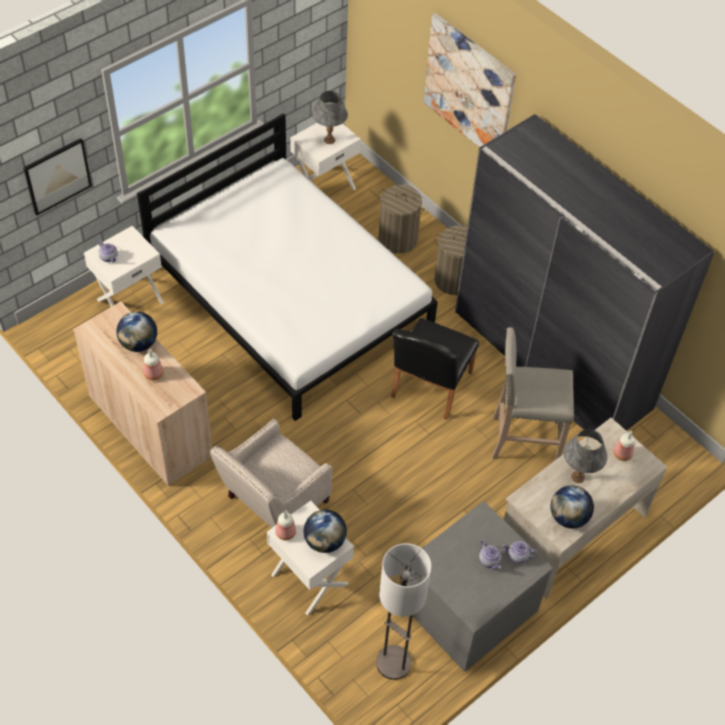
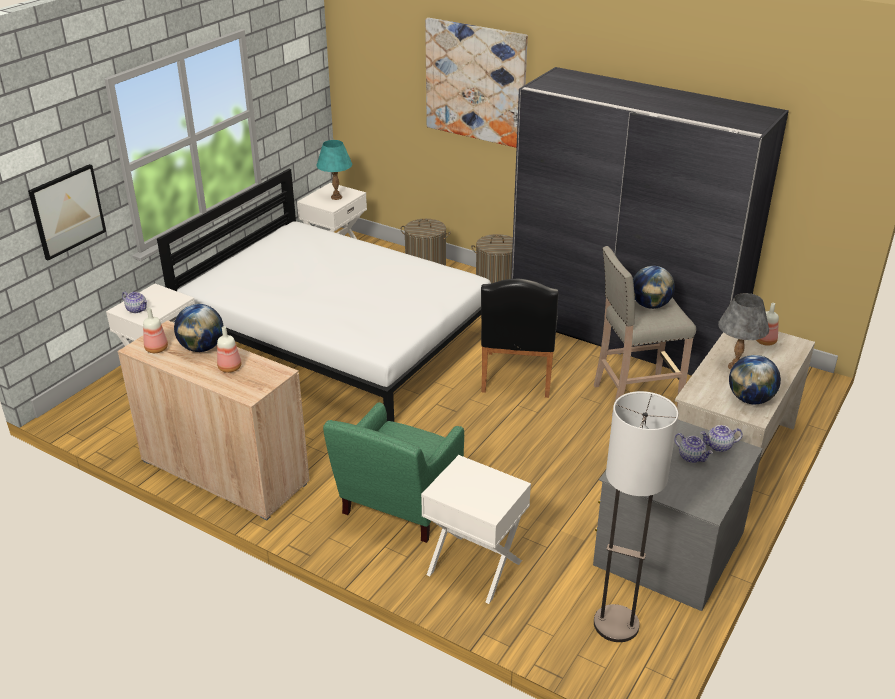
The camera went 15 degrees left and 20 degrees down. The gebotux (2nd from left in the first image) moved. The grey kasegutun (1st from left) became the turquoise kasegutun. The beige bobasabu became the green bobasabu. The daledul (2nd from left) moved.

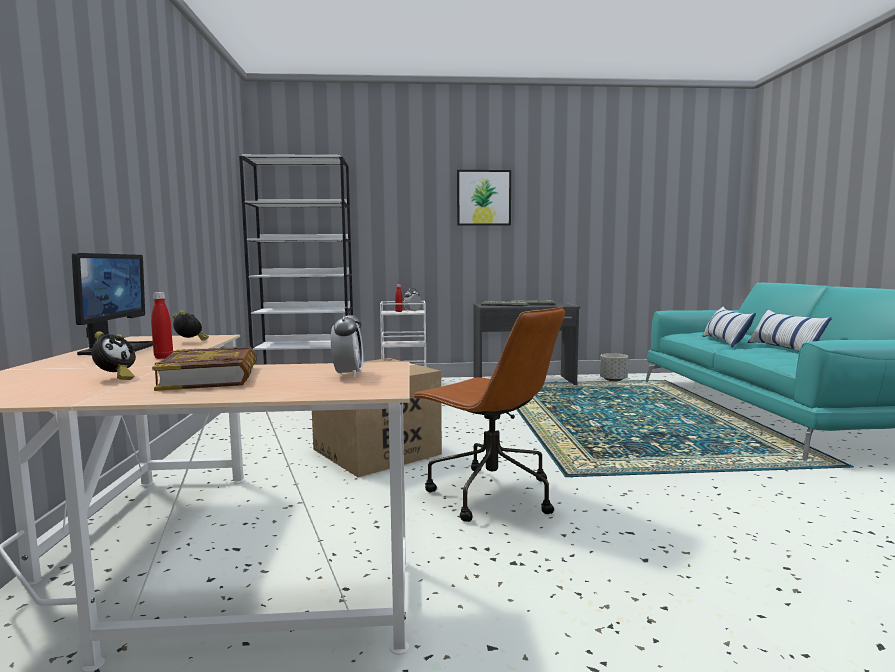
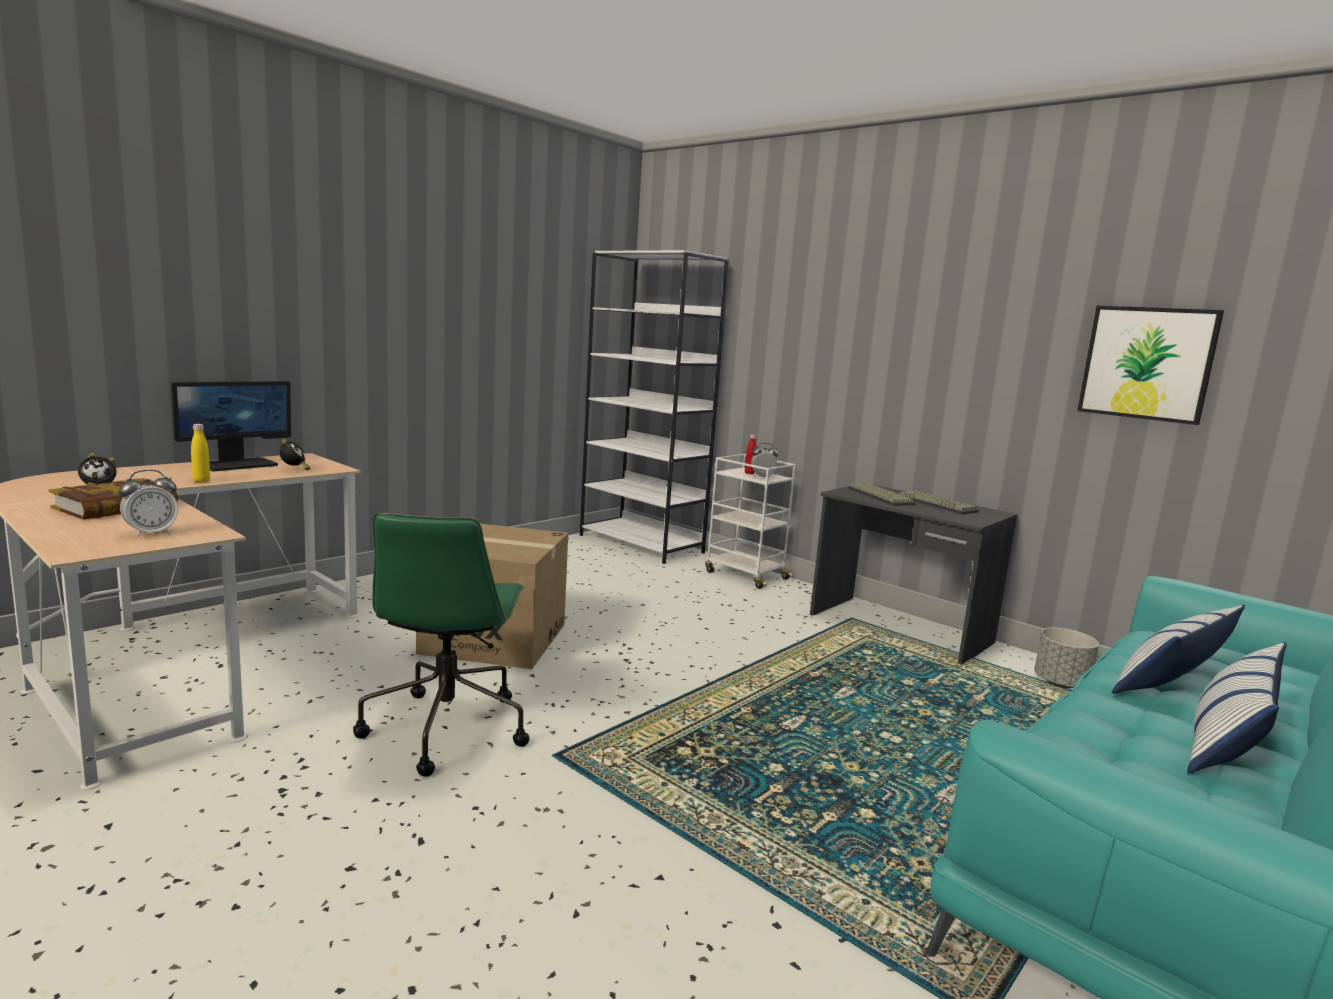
The camera went 45 degrees right and 5 degrees up. The red gebotux (1st from left) became the yellow gebotux. The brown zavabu became the green zavabu. The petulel moved.

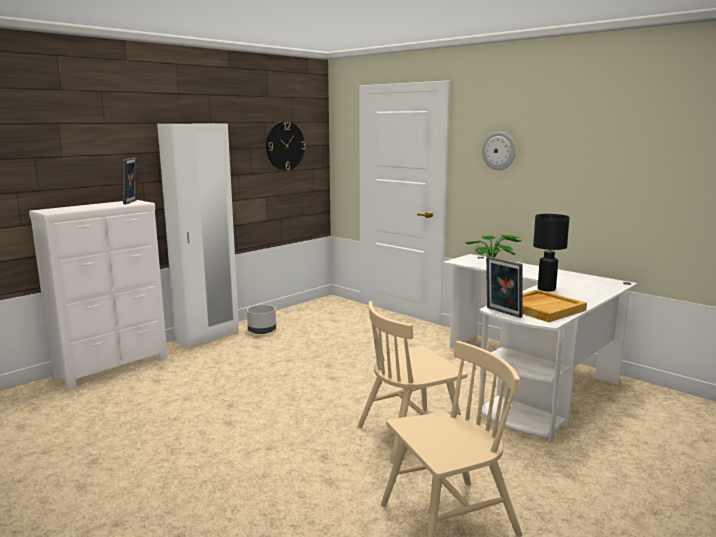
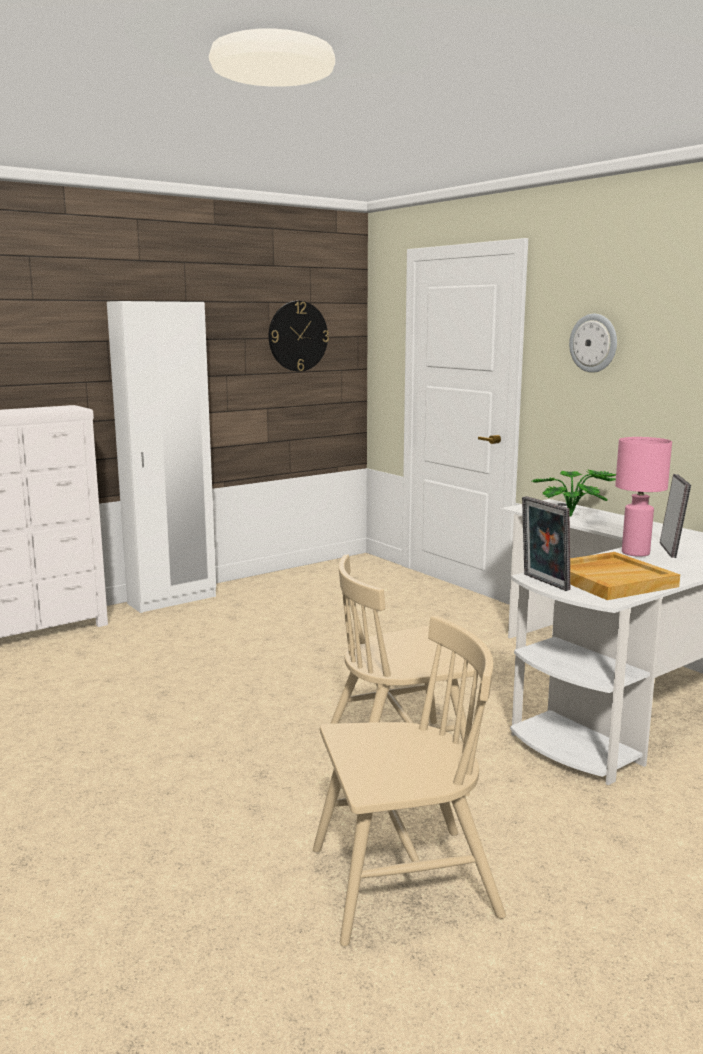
The camera went 10 degrees right and 0 degrees up. The black kasegutun became the pink kasegutun. The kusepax (1st from left in the first image) moved. The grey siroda disappeared.

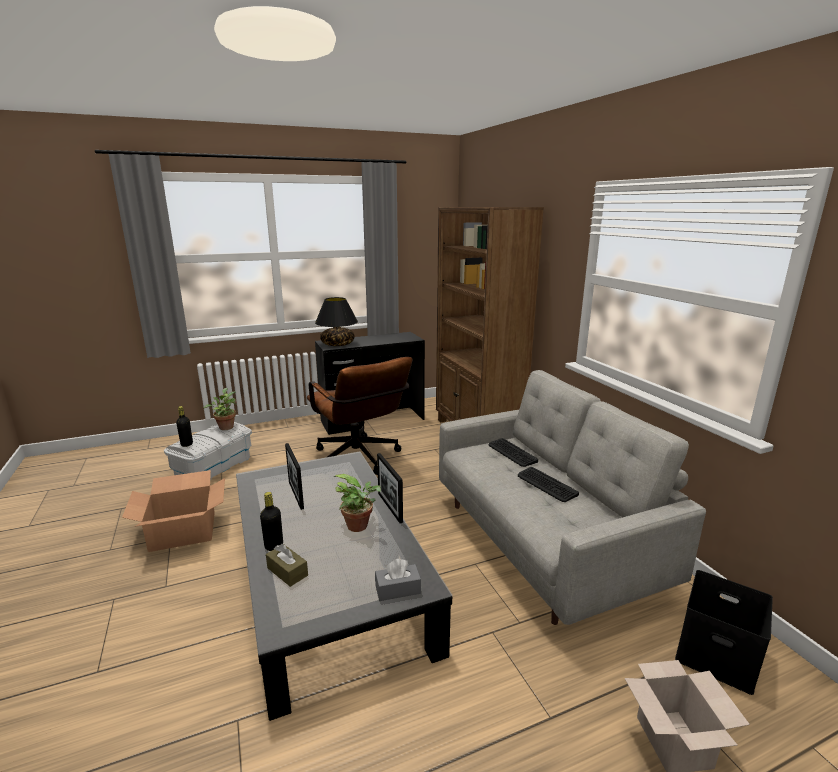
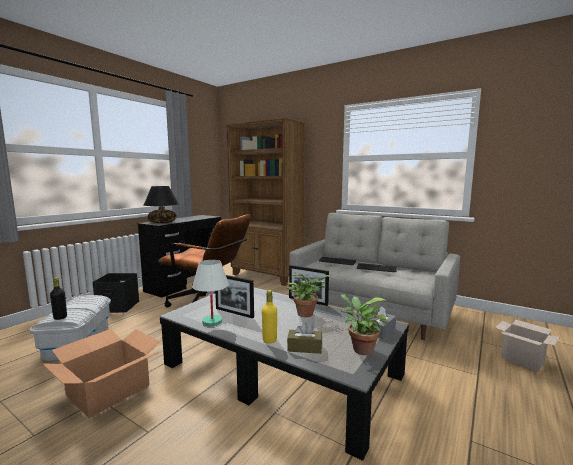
The camera went 35 degrees left and 10 degrees down. The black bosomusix moved. The white kasegutun appeared. The black gebotux (2nd from left) became the yellow gebotux. The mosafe (1st from left in the first image) moved.

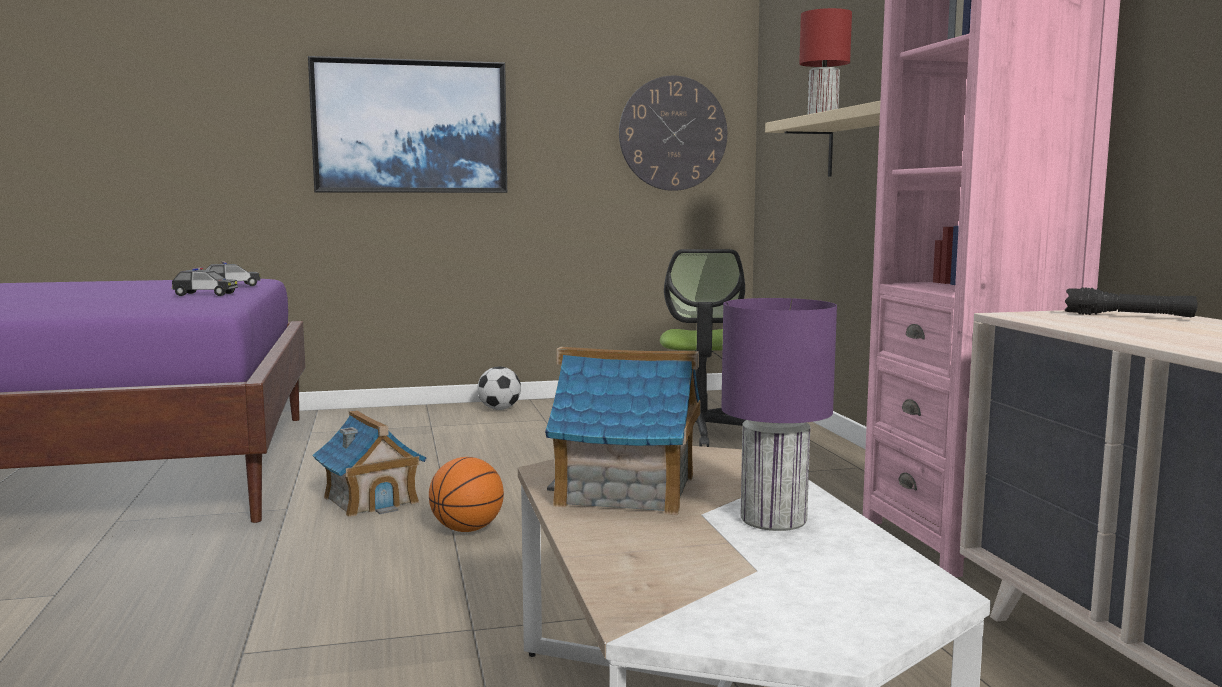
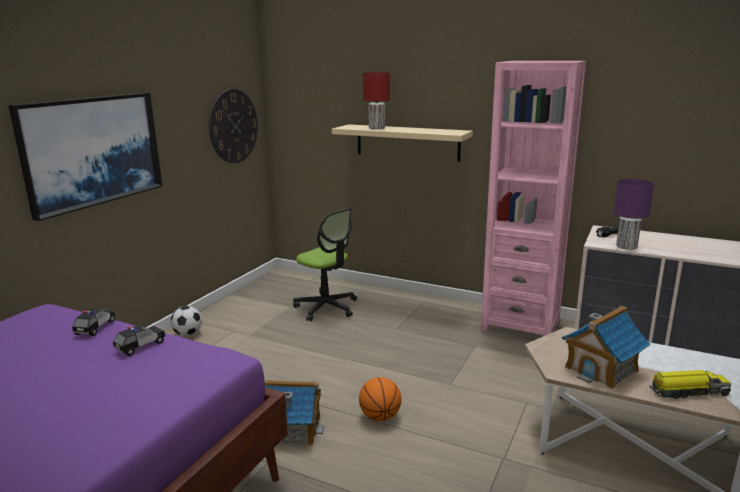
The camera went 50 degrees left and 10 degrees up. The purple kasegutun moved. The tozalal appeared.

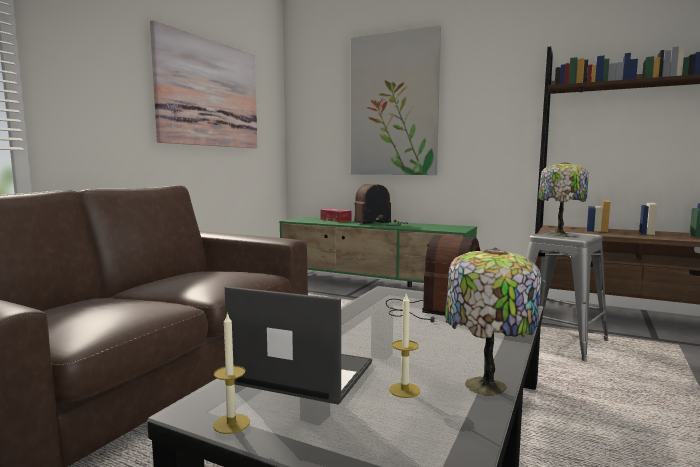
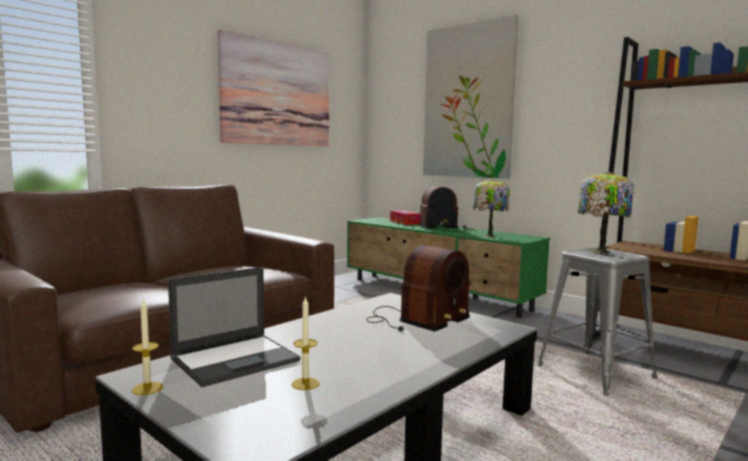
The camera went 15 degrees right and 0 degrees up. The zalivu turned 105 degrees clockwise. The kasegutun (1st from left) moved.

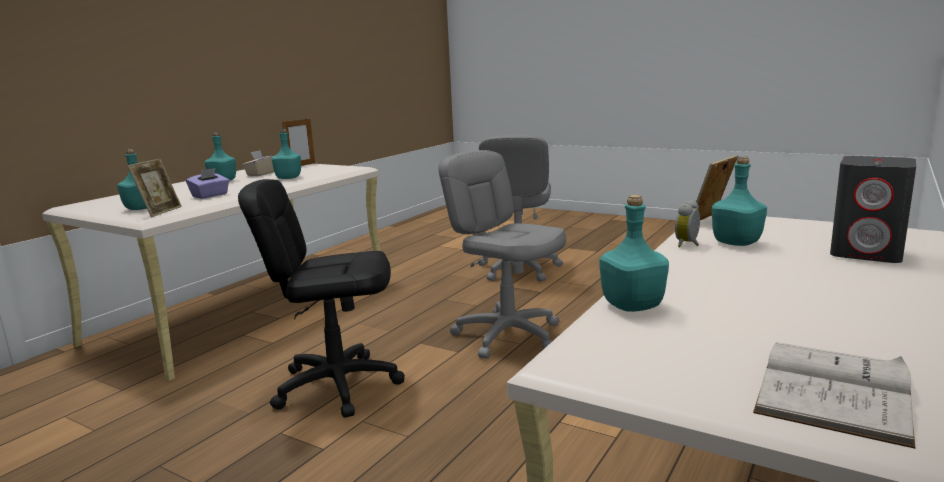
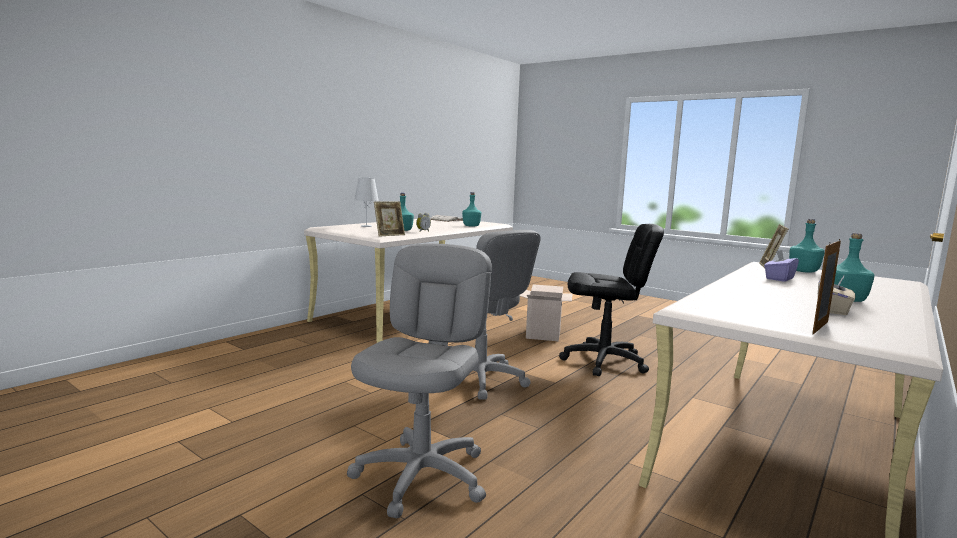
The camera went 175 degrees left and 5 degrees down. The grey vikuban was replaced by the white kasegutun. The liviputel appeared. The turquoise gebotux (3rd from left) disappeared.

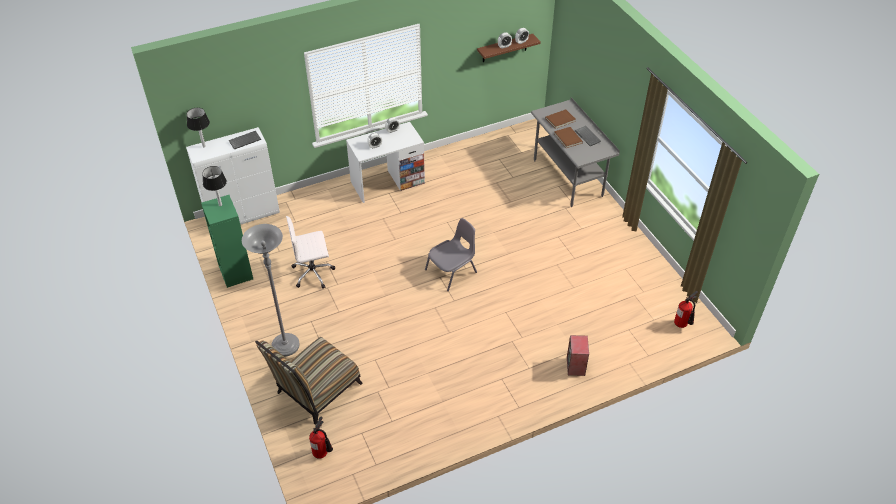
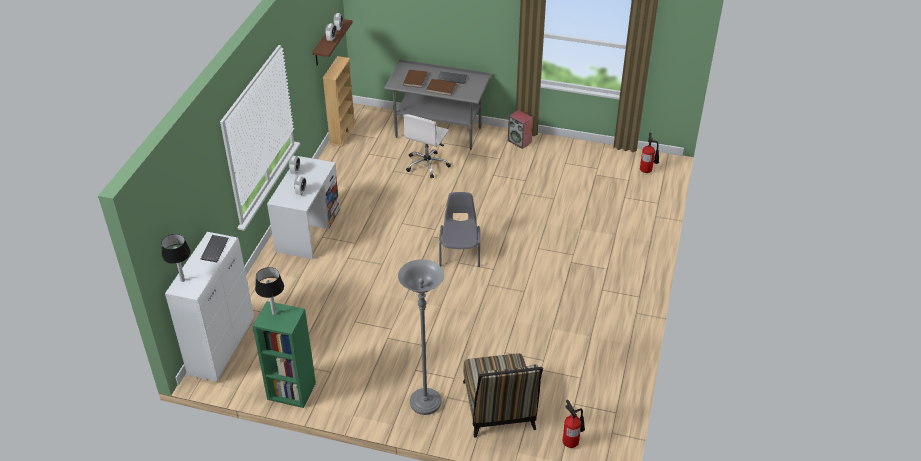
The camera went 50 degrees left and 5 degrees down. The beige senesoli appeared. The white zavabu moved. The vikuban moved.

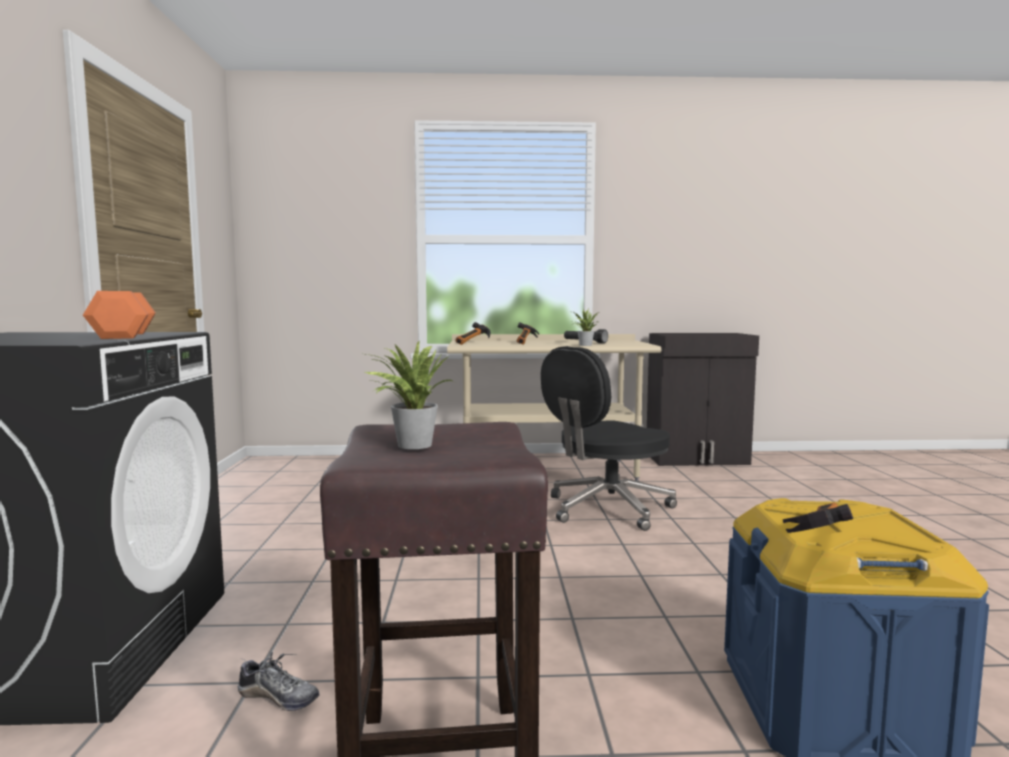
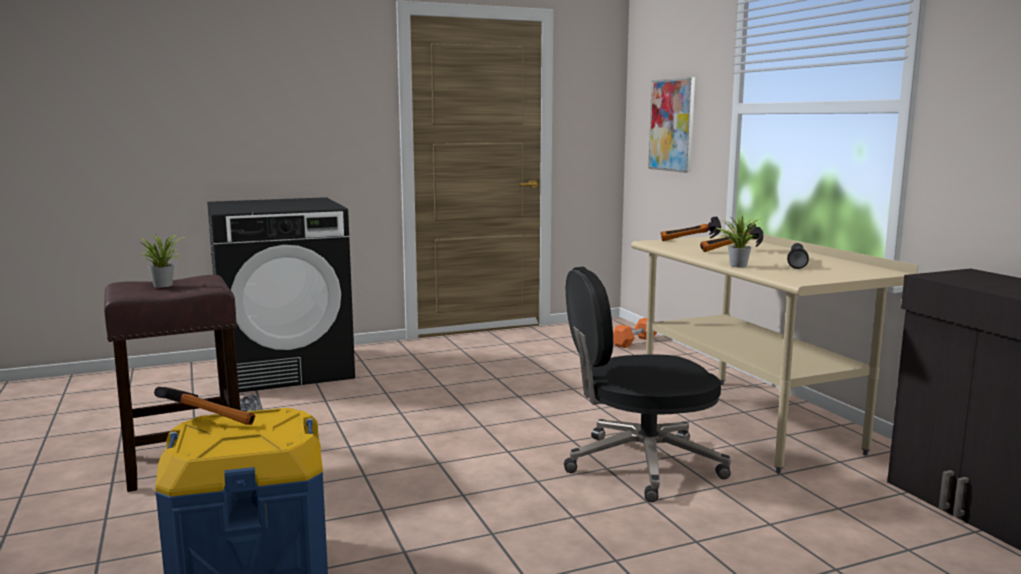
The camera went 70 degrees right and 5 degrees up. The black zavabu turned 45 degrees counterclockwise. The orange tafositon moved. The petulel appeared.

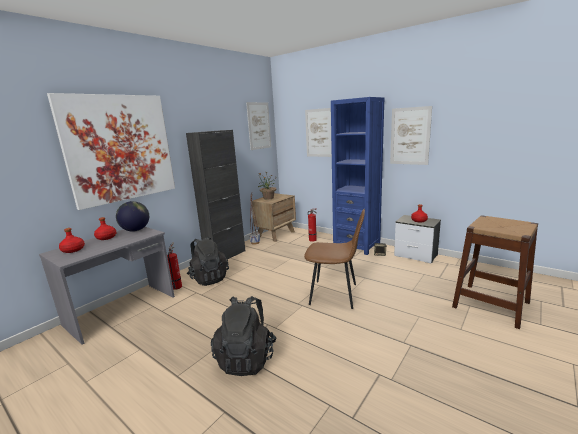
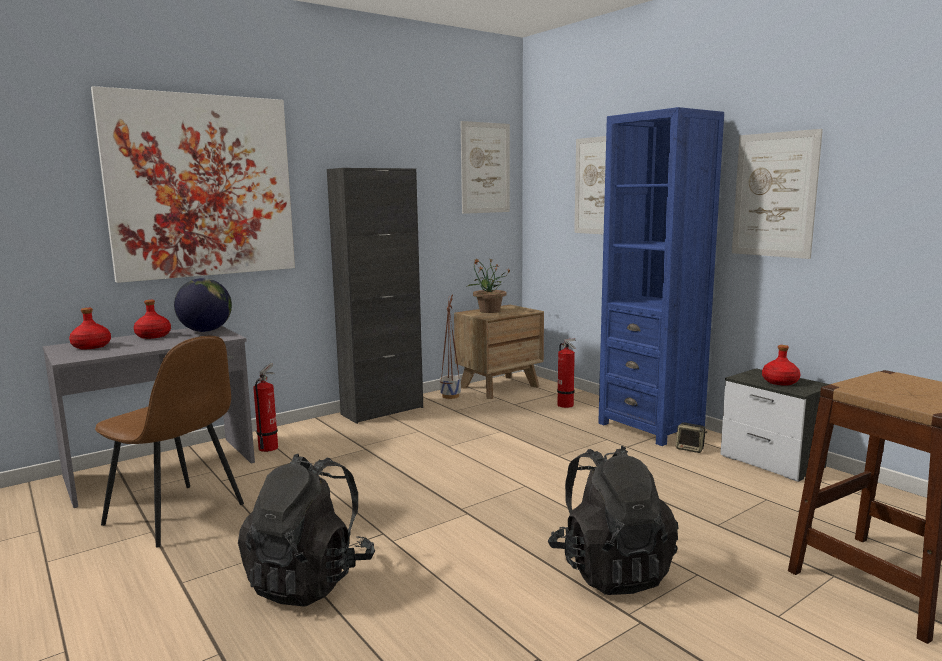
The camera went 15 degrees right and 5 degrees down. The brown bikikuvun moved. The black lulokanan (1st from left in the first image) moved.

